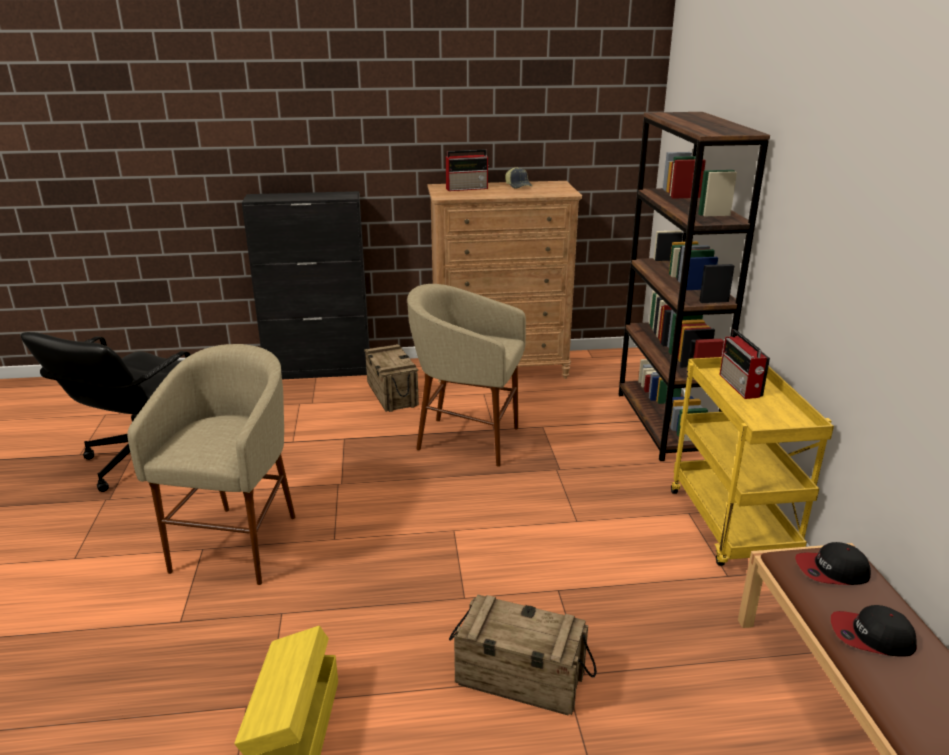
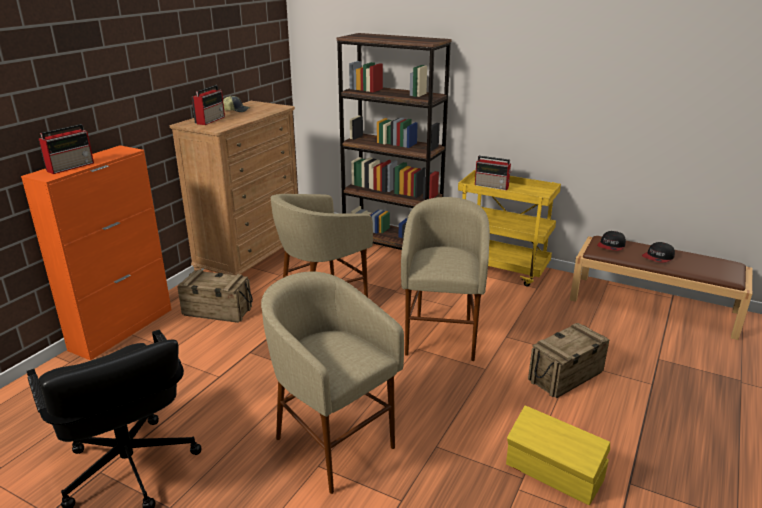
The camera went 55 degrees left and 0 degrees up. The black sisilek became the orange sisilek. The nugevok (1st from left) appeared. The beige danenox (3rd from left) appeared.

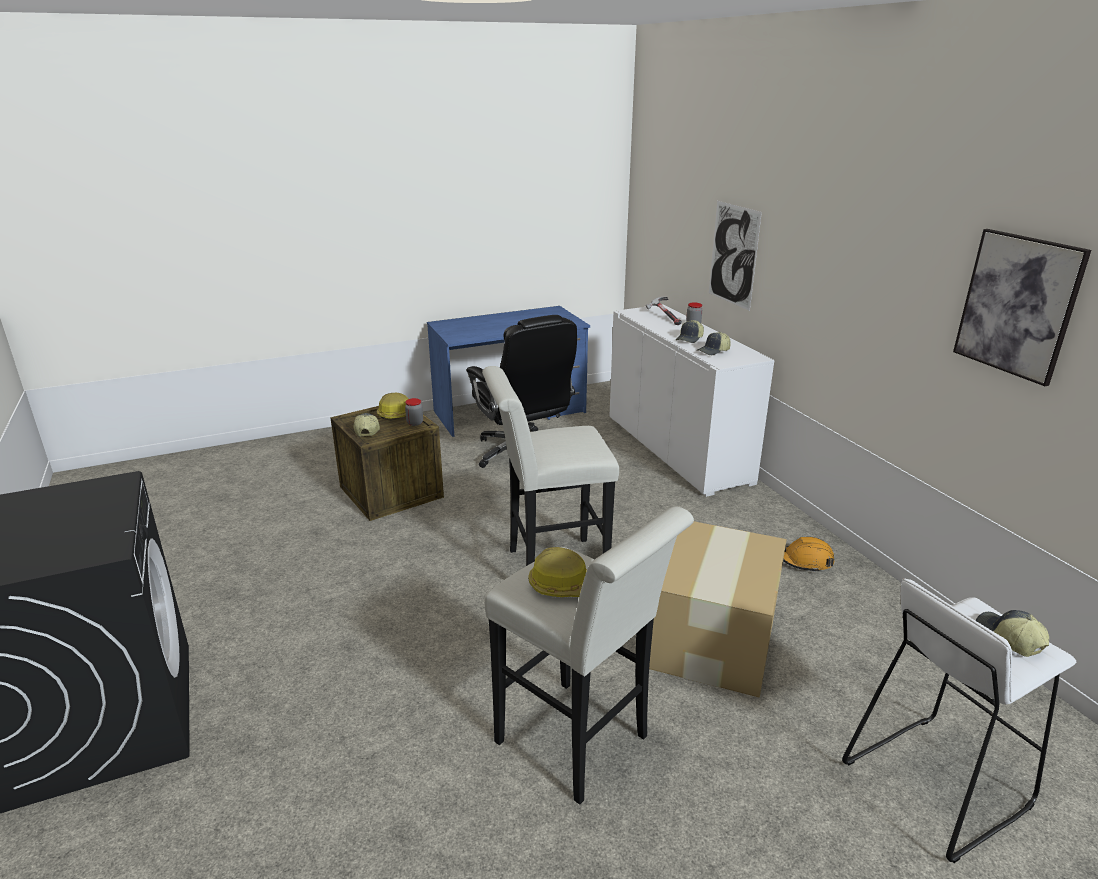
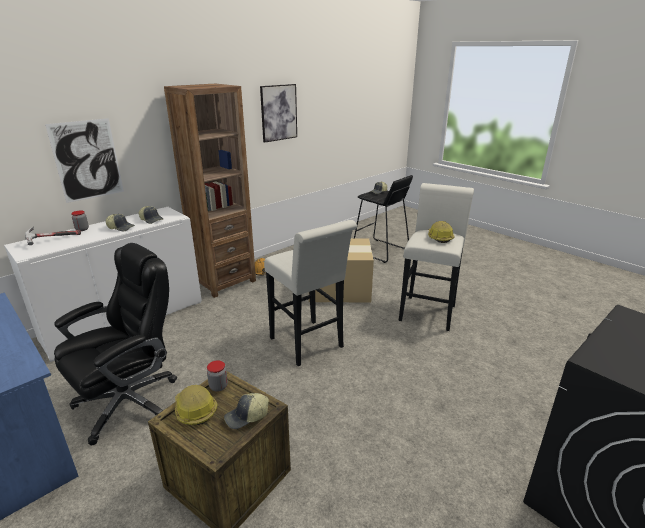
The camera went 110 degrees left and 0 degrees up. The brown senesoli appeared. The white danenox (3rd from left) became the black danenox.

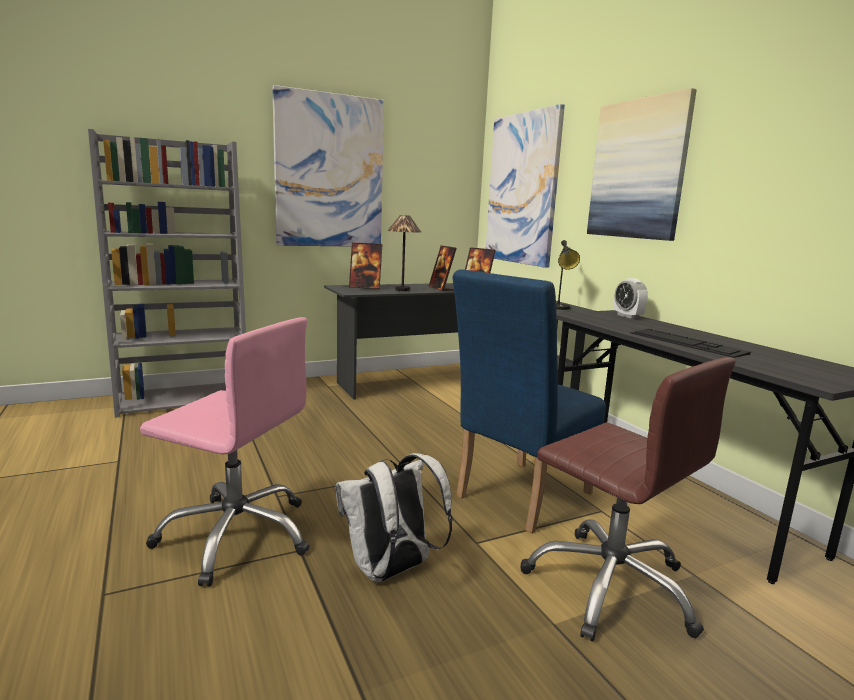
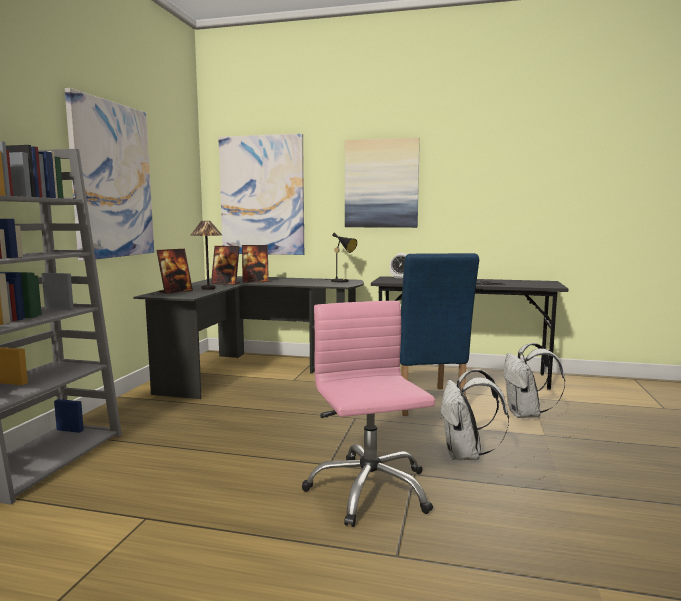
The camera went 50 degrees left and 5 degrees down. The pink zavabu turned 75 degrees counterclockwise. The brown zavabu was replaced by the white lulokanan (2nd from left).

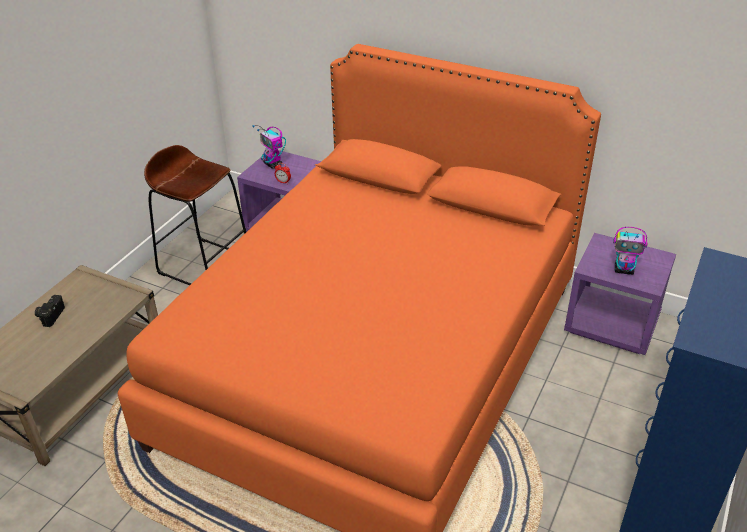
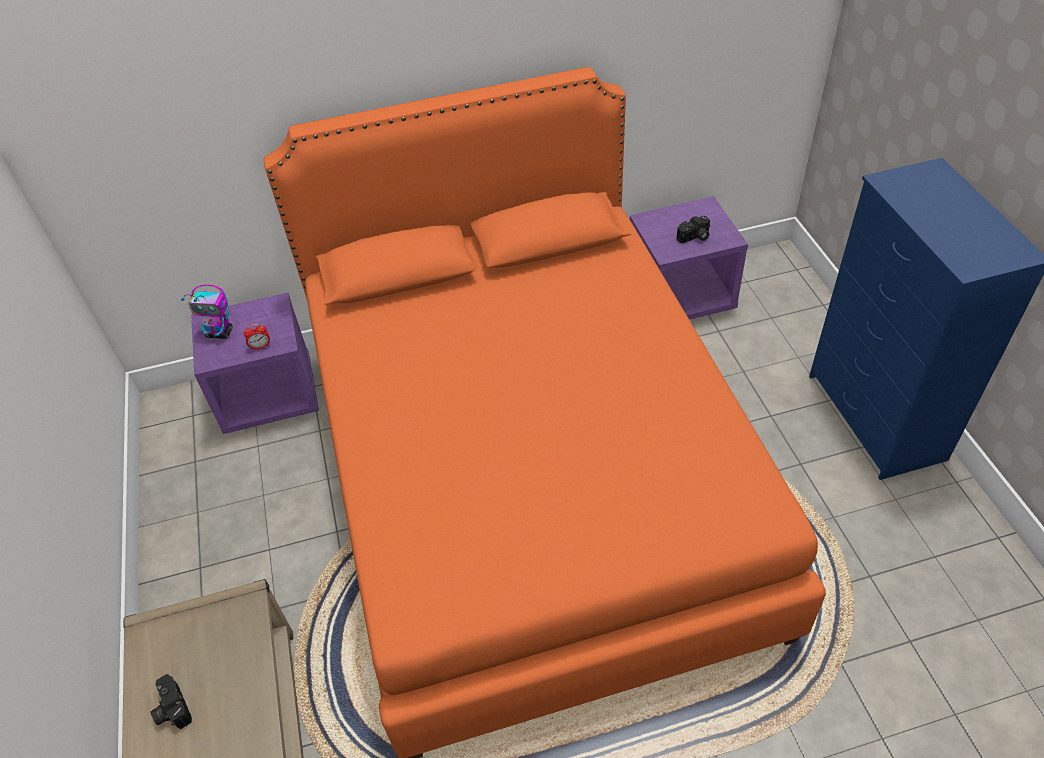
The camera went 40 degrees left and 10 degrees up. The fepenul (2nd from left) was replaced by the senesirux (2nd from left). The brown danenox disappeared.

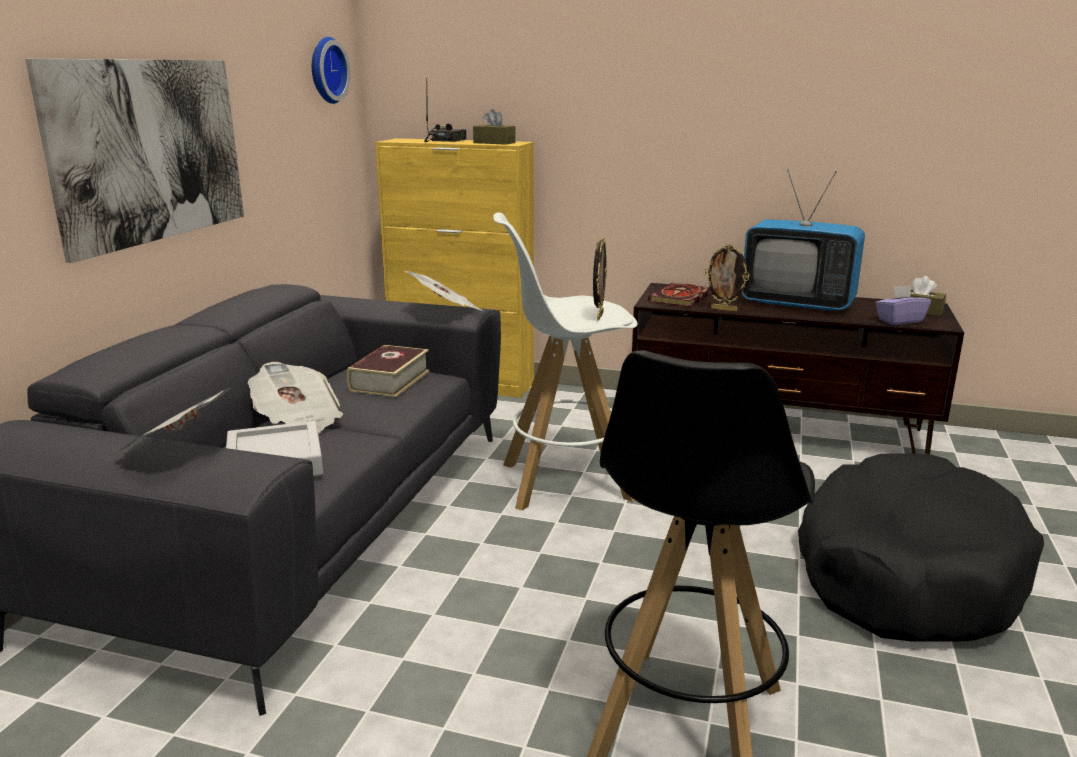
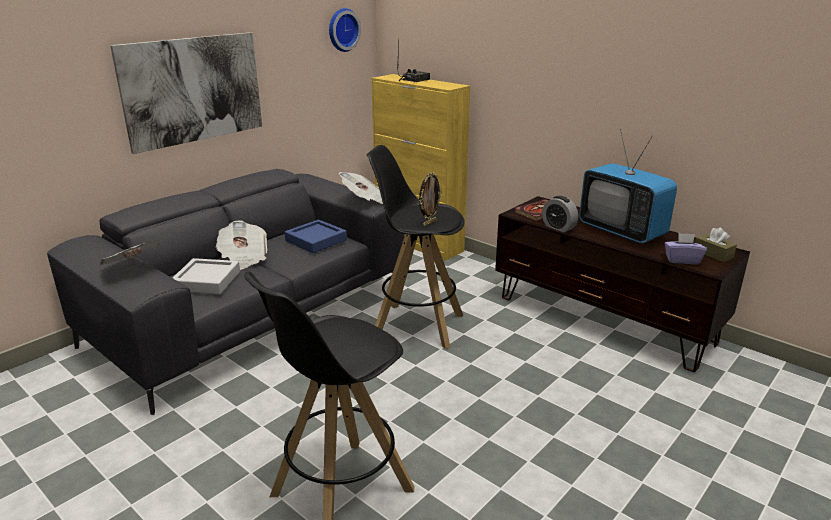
The camera went 25 degrees right and 5 degrees up. The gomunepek (1st from left) was replaced by the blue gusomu. The white danenox became the black danenox (2nd from left). The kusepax (2nd from left) was replaced by the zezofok. The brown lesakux (1st from left) disappeared. The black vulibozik disappeared.

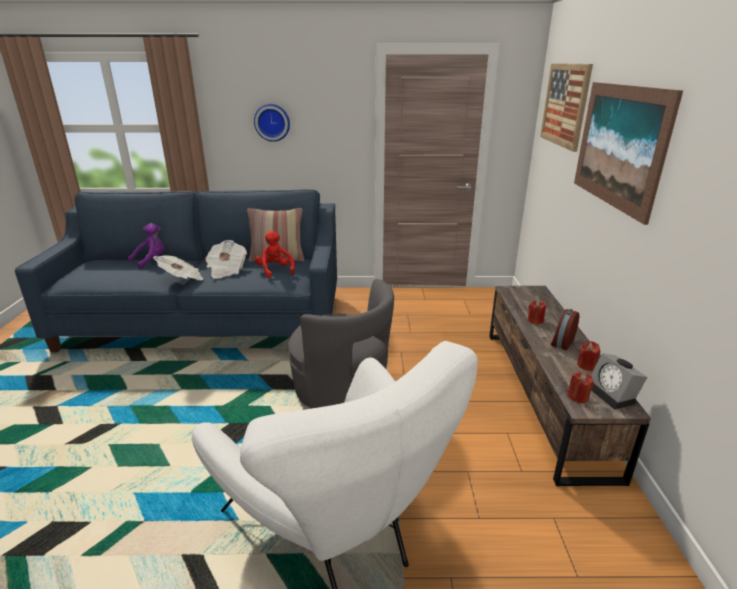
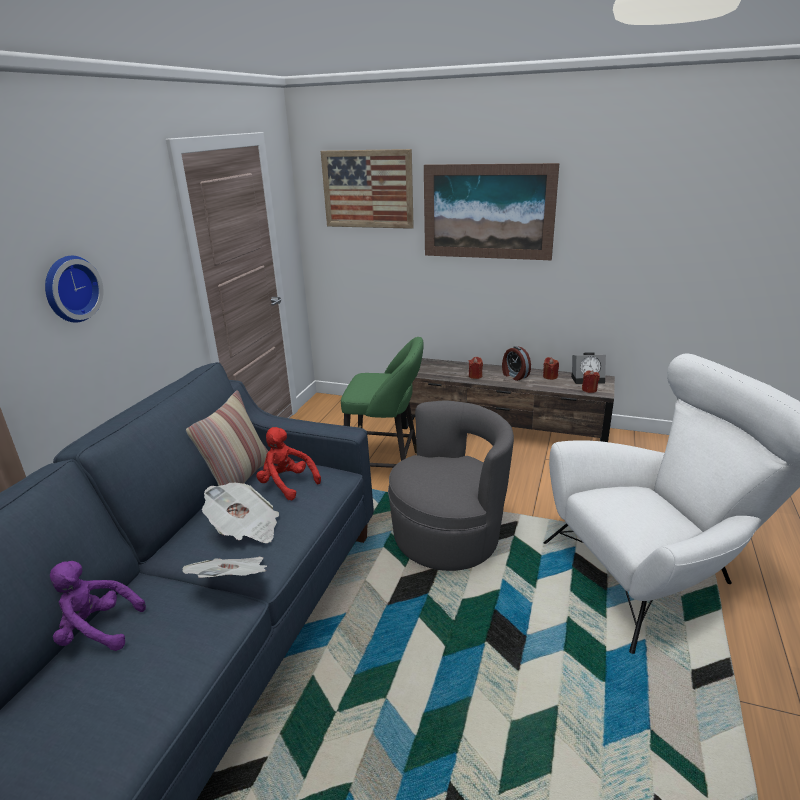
The camera went 70 degrees left and 0 degrees up. The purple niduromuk turned 60 degrees counterclockwise. The red niduromuk turned 45 degrees clockwise. The green danenox appeared.

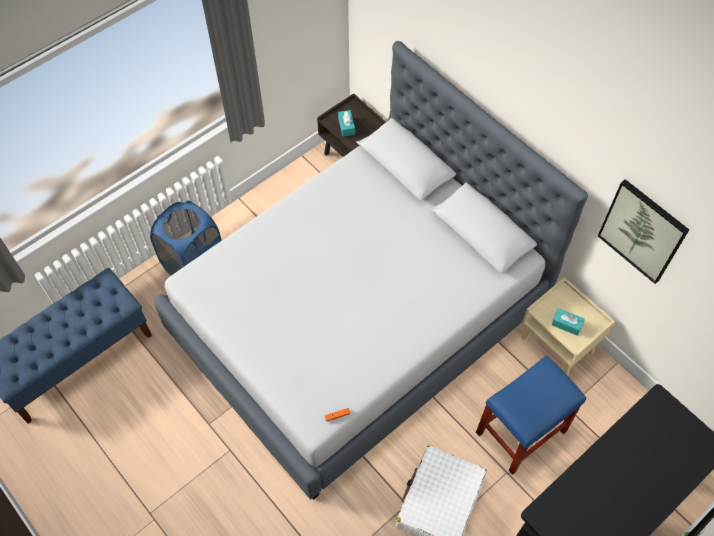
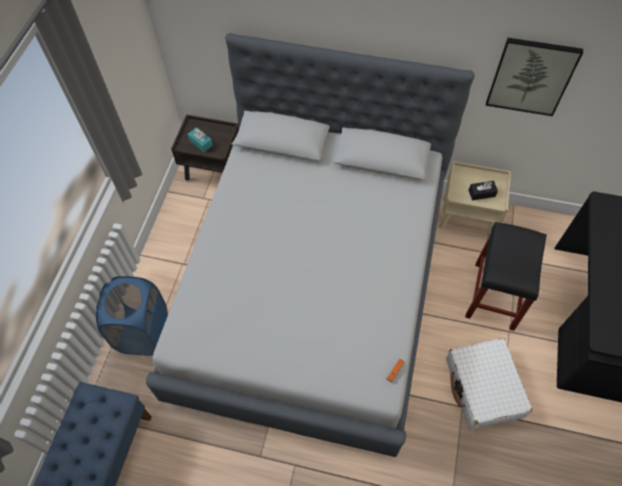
The camera went 35 degrees left and 0 degrees up. The blue danenox became the black danenox. The turquoise lesakux (2nd from left) became the black lesakux.

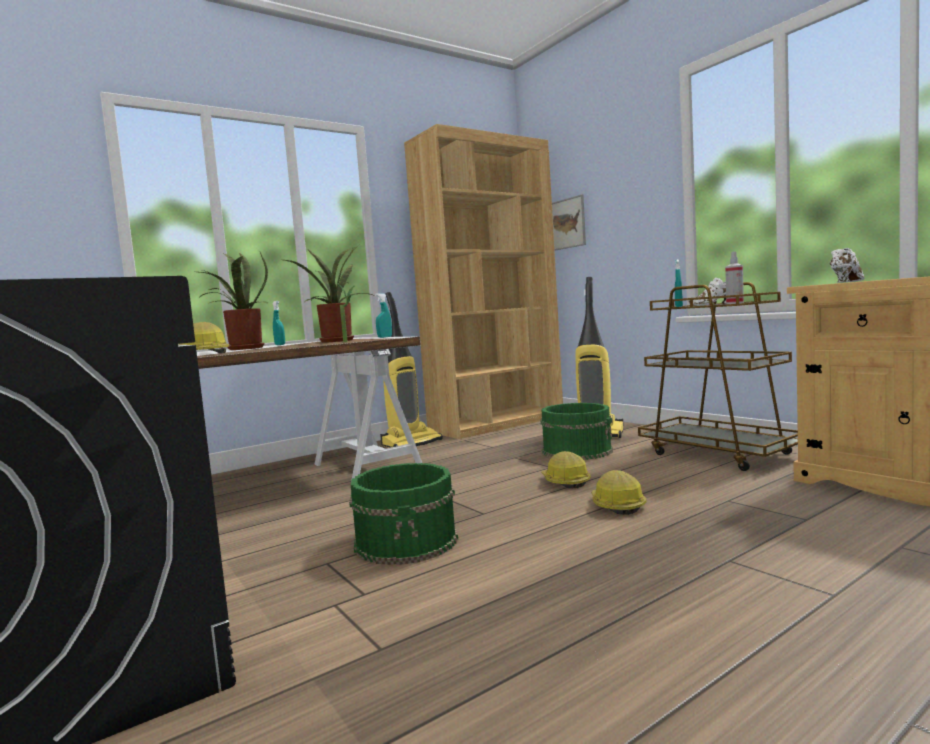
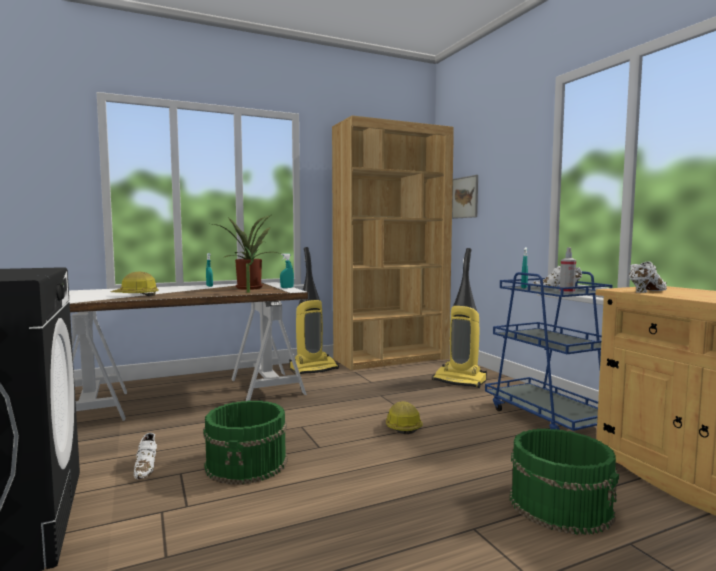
The camera went 10 degrees right and 0 degrees up. The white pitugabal (1st from left) appeared. The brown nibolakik became the blue nibolakik. The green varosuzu (2nd from left) moved. The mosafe (1st from left) disappeared. The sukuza (3rd from left) disappeared.

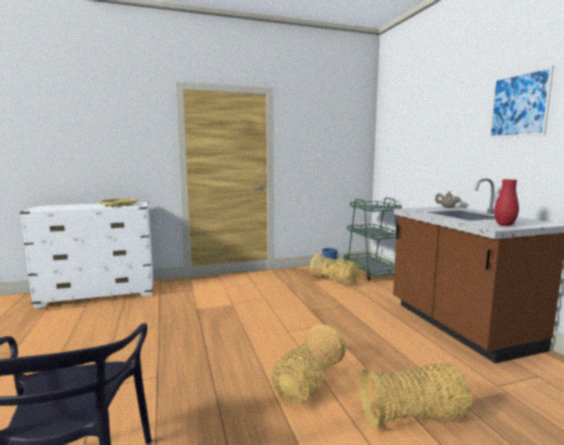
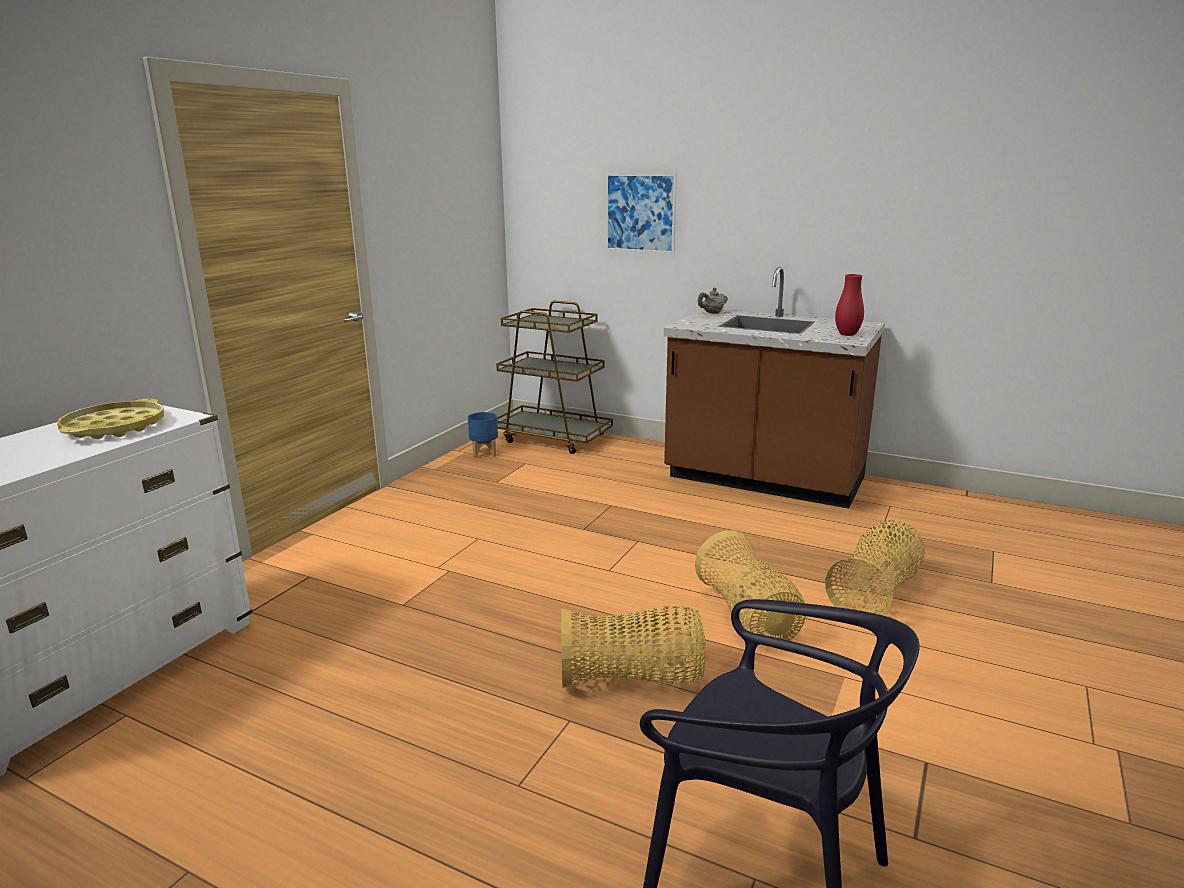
The camera went 45 degrees left and 10 degrees up. The green nibolakik became the brown nibolakik. The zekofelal (2nd from left in the first image) moved. The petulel moved.

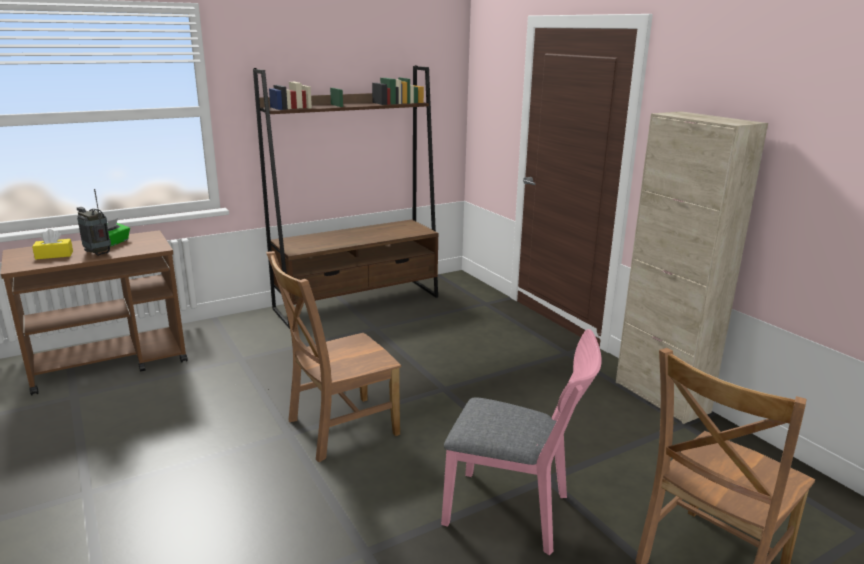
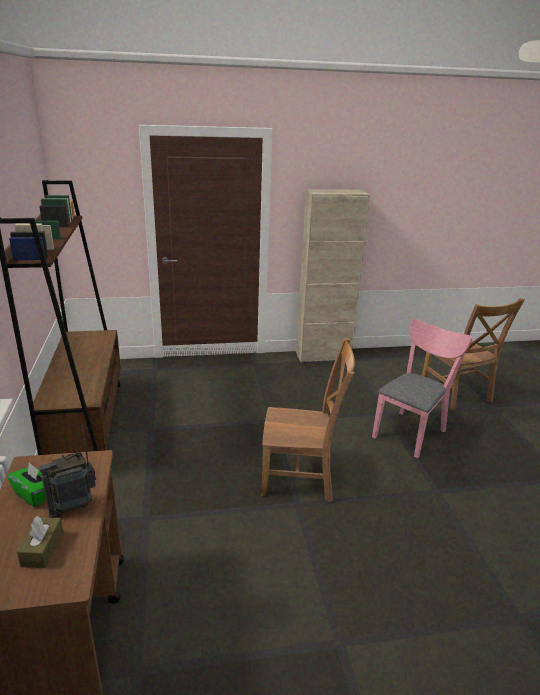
The camera went 70 degrees left and 5 degrees up. The yellow lesakux became the brown lesakux. The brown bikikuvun (1st from left) turned 75 degrees counterclockwise.

